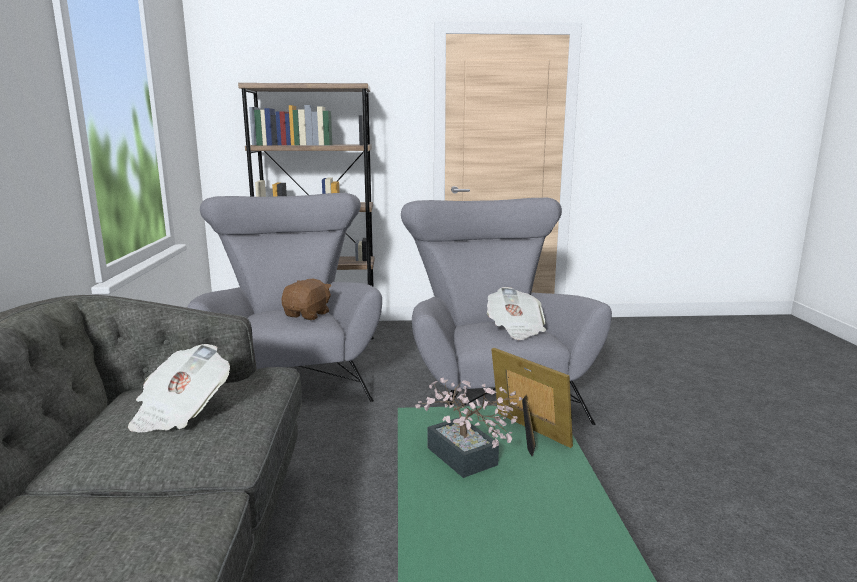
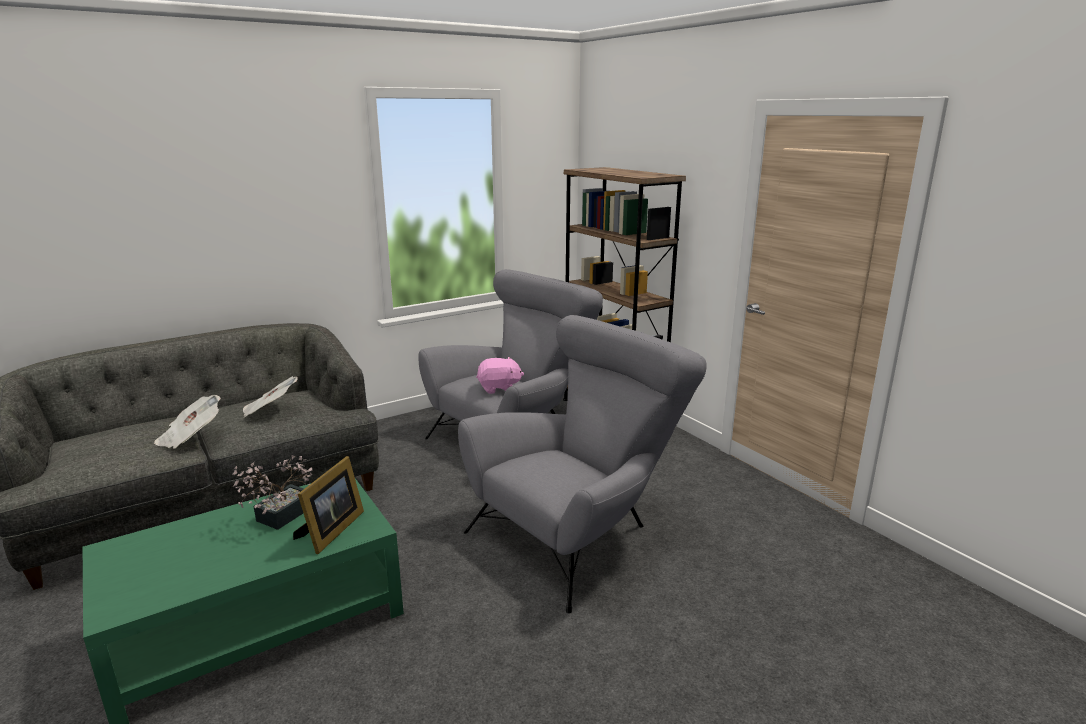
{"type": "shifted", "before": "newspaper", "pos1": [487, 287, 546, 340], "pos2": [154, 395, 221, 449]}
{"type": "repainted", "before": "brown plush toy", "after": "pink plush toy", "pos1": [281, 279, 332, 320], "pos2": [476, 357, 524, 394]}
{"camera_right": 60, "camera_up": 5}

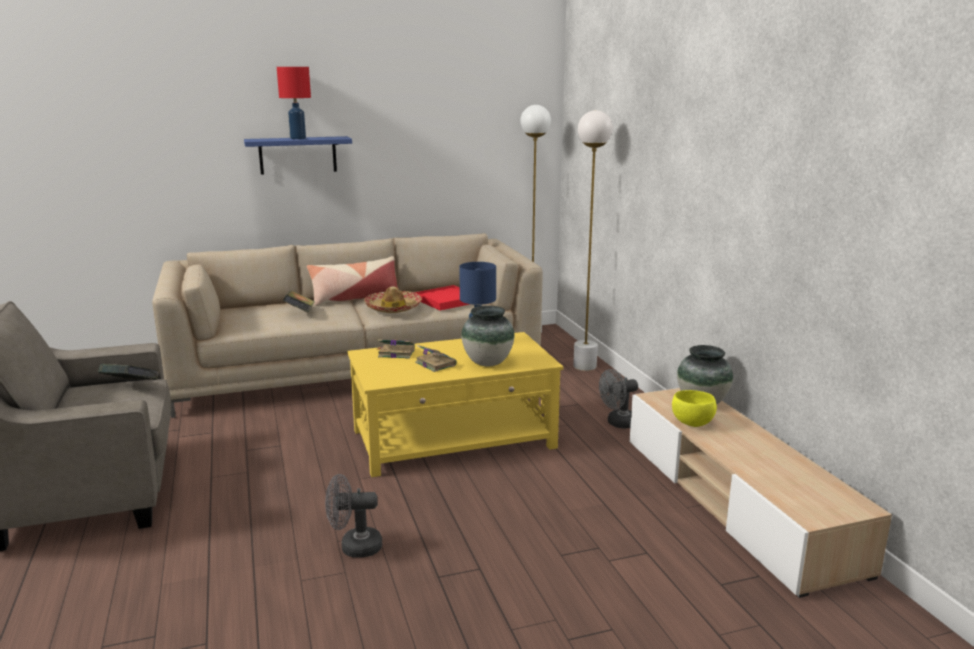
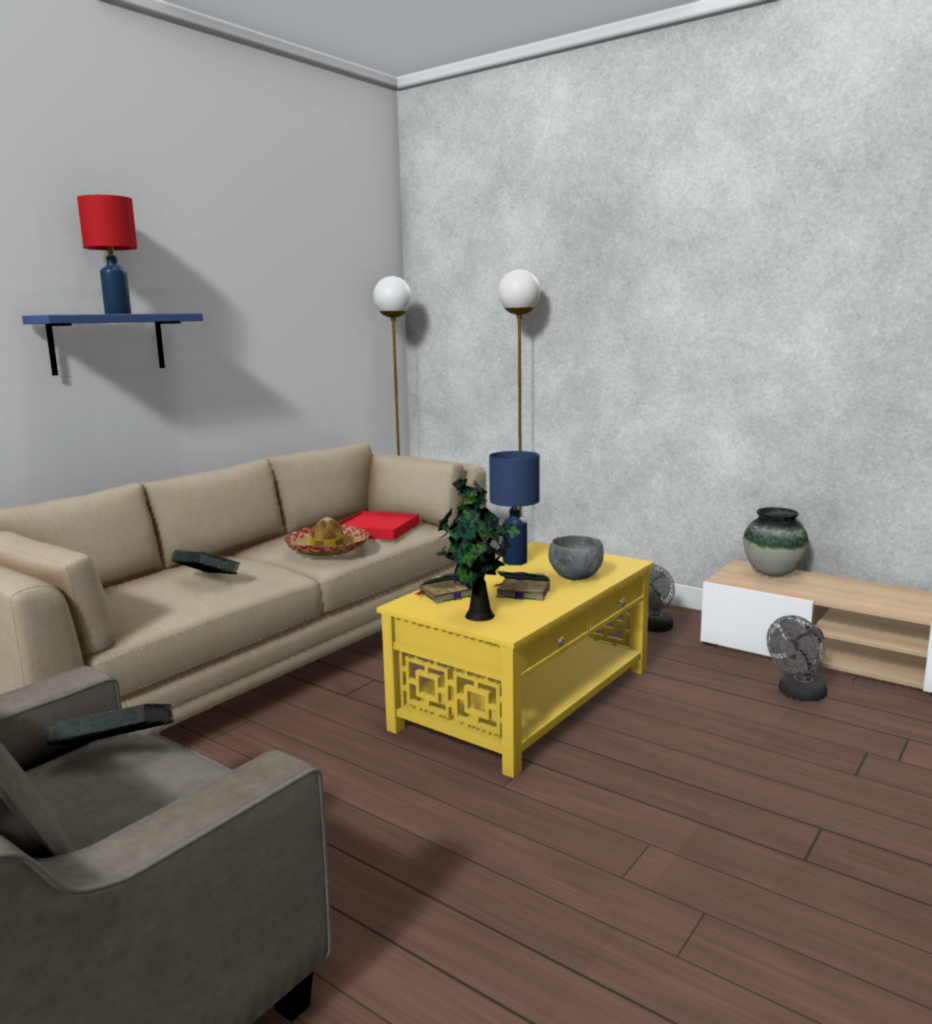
{"type": "gone", "before": "pillow", "pos1": [307, 256, 399, 306]}
{"type": "gone", "before": "yellow bowl", "pos1": [672, 390, 717, 427]}
{"type": "new", "after": "potted plant", "pos2": [436, 477, 521, 621]}
{"type": "shifted", "before": "grey fan", "pos1": [325, 474, 382, 558], "pos2": [767, 615, 827, 701]}
{"type": "swapped", "before": "vase", "after": "grey bowl", "pos1": [461, 305, 515, 366], "pos2": [548, 535, 604, 580]}
{"camera_right": -35, "camera_up": -5}

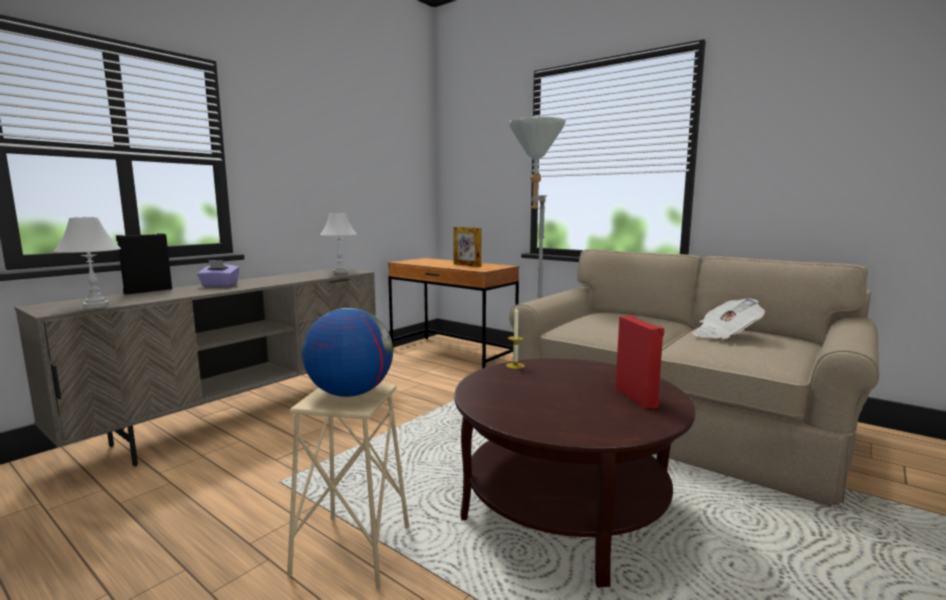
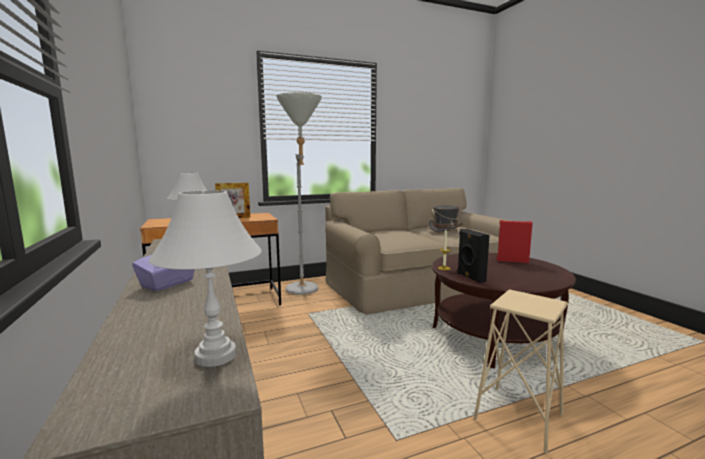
{"type": "gone", "before": "globe", "pos1": [302, 308, 393, 397]}
{"type": "shifted", "before": "black speaker", "pos1": [116, 233, 172, 294], "pos2": [457, 229, 490, 283]}
{"type": "swapped", "before": "newspaper", "after": "grey hat", "pos1": [692, 298, 765, 339], "pos2": [428, 206, 463, 233]}
{"camera_right": -60, "camera_up": 0}

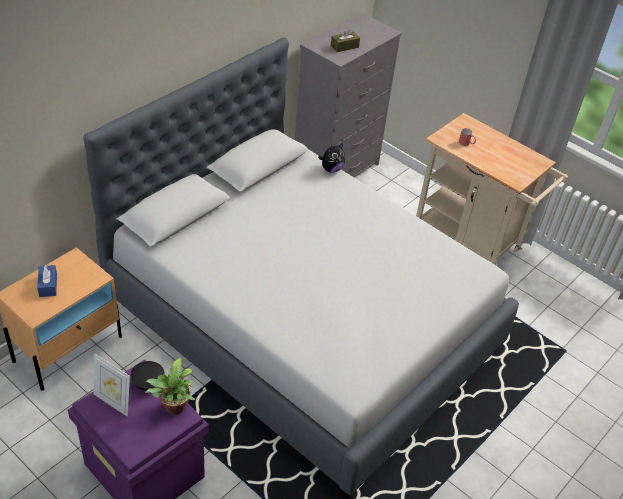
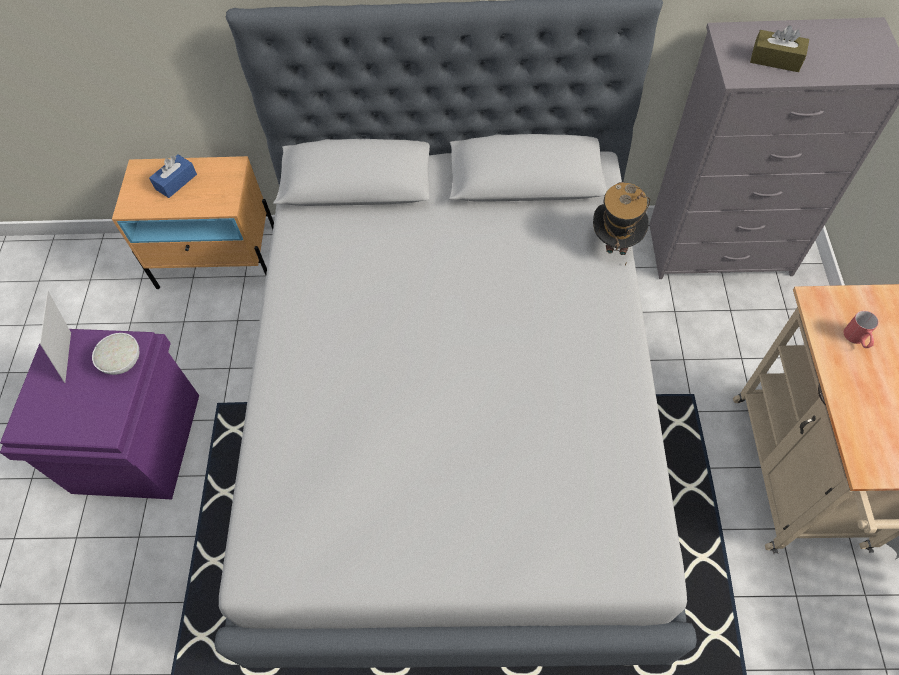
{"type": "gone", "before": "potted plant", "pos1": [145, 358, 195, 415]}
{"type": "swapped", "before": "plush toy", "after": "hat", "pos1": [318, 143, 345, 172], "pos2": [593, 182, 650, 265]}
{"type": "repainted", "before": "black bowl", "after": "white bowl", "pos1": [130, 361, 164, 391], "pos2": [92, 333, 139, 375]}
{"camera_right": 55, "camera_up": 15}

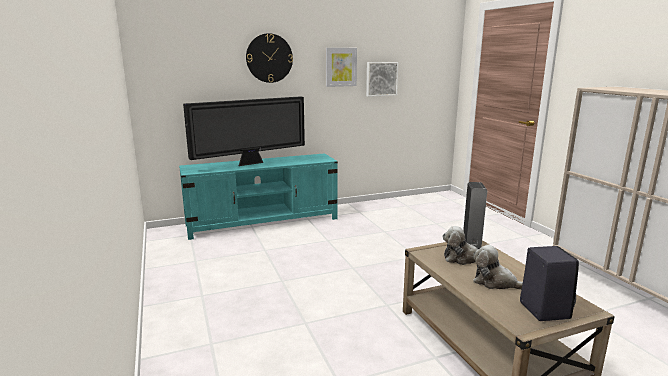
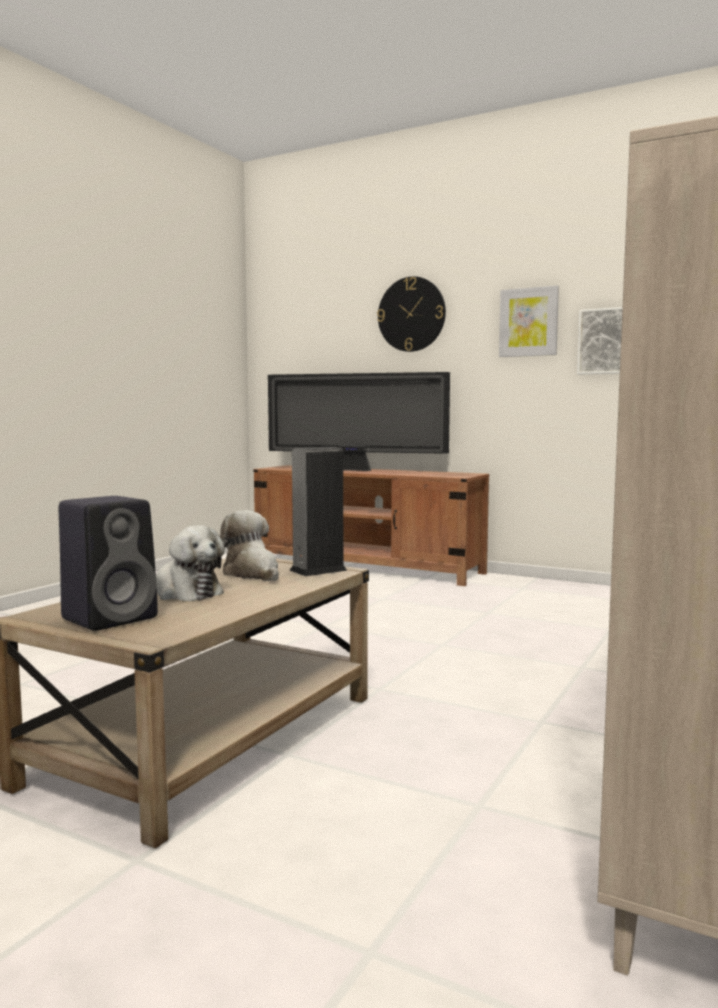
{"type": "repainted", "before": "turquoise tv stand", "after": "brown tv stand", "pos1": [179, 153, 338, 240], "pos2": [254, 465, 489, 586]}
{"type": "rotated", "before": "plush toy", "pos1": [473, 245, 523, 290], "pos2": [156, 525, 225, 601], "turn": 135}
{"camera_right": 50, "camera_up": -10}

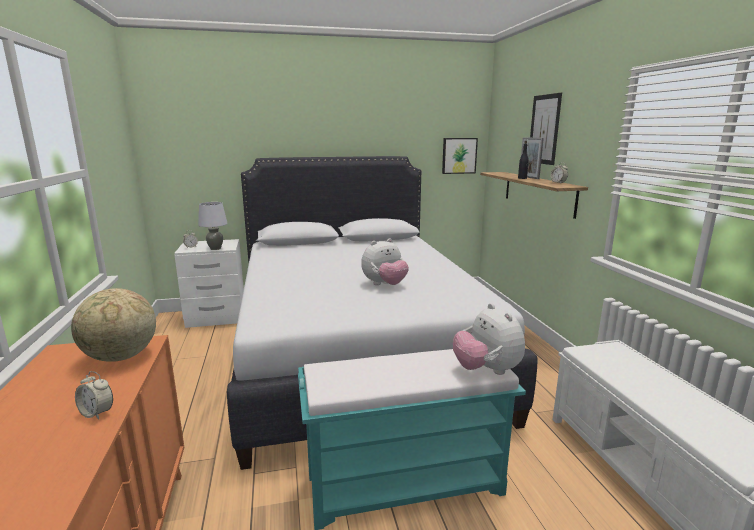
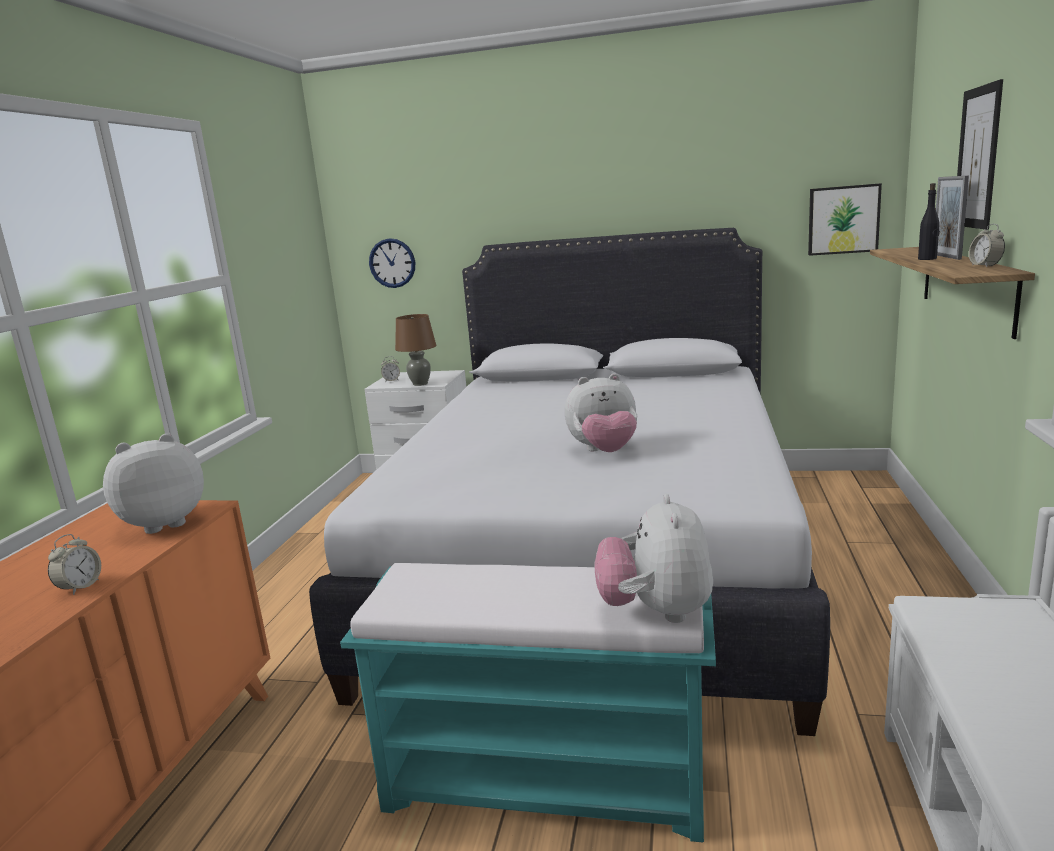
{"type": "new", "after": "wall clock", "pos2": [369, 238, 415, 288]}
{"type": "swapped", "before": "globe", "after": "plush toy", "pos1": [71, 288, 156, 362], "pos2": [103, 434, 204, 534]}
{"type": "repainted", "before": "grey table lamp", "after": "brown table lamp", "pos1": [198, 202, 228, 250], "pos2": [395, 314, 436, 386]}
{"type": "rotated", "before": "alarm clock", "pos1": [75, 371, 113, 420], "pos2": [48, 534, 101, 595], "turn": -120}
{"camera_right": 25, "camera_up": 0}

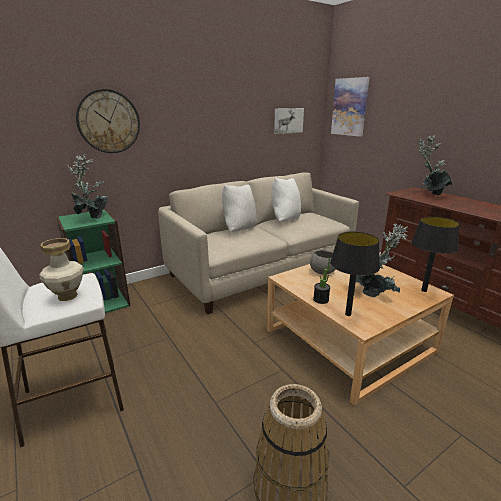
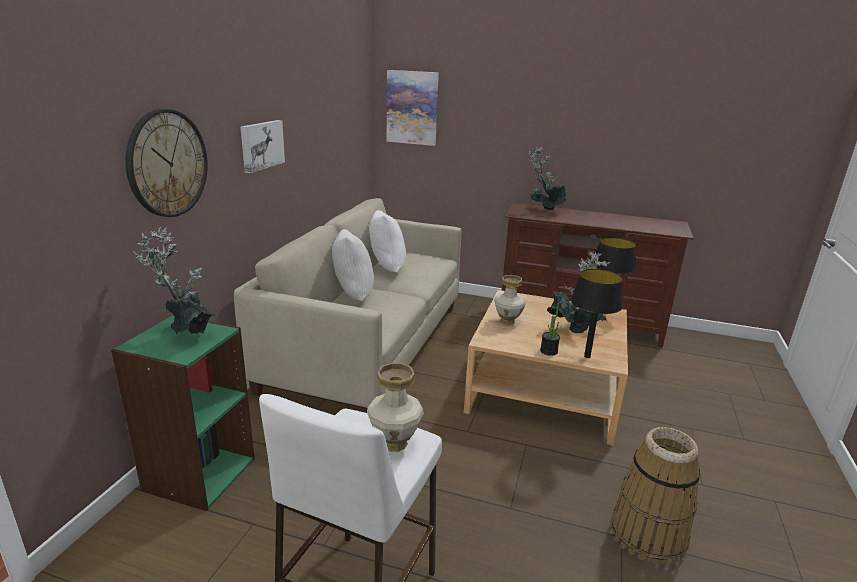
{"type": "shifted", "before": "picture", "pos1": [274, 108, 304, 134], "pos2": [240, 120, 285, 173]}
{"type": "swapped", "before": "grey bowl", "after": "vase", "pos1": [310, 250, 336, 275], "pos2": [494, 275, 525, 325]}
{"camera_right": -40, "camera_up": 0}

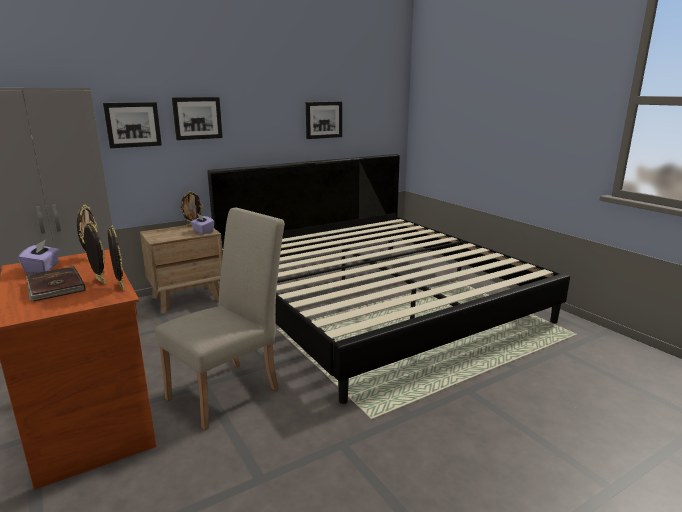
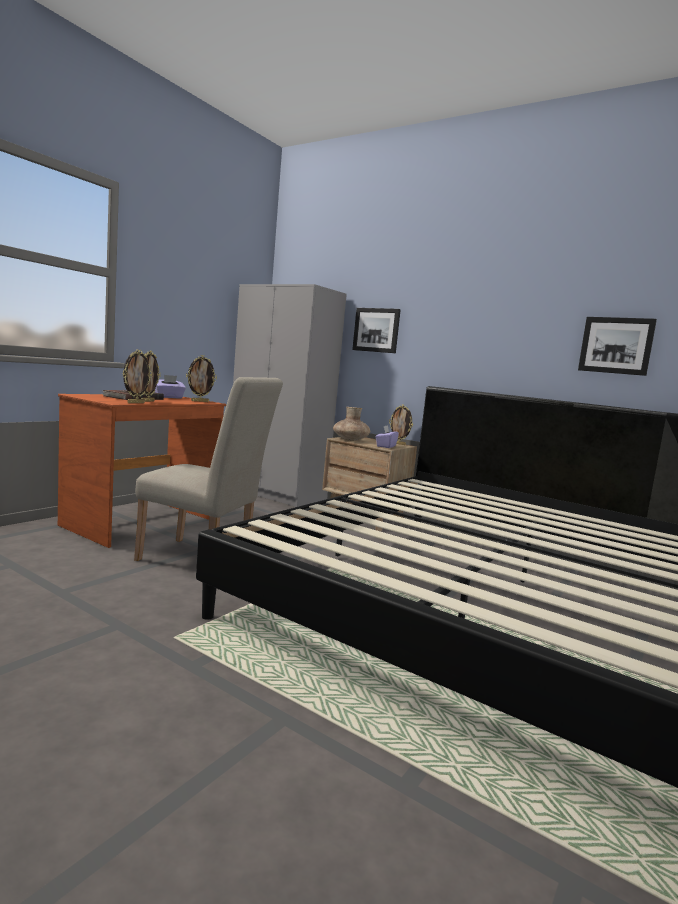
{"type": "gone", "before": "picture", "pos1": [172, 97, 223, 140]}
{"type": "new", "after": "brown vase", "pos2": [333, 407, 370, 441]}
{"camera_right": 65, "camera_up": -10}

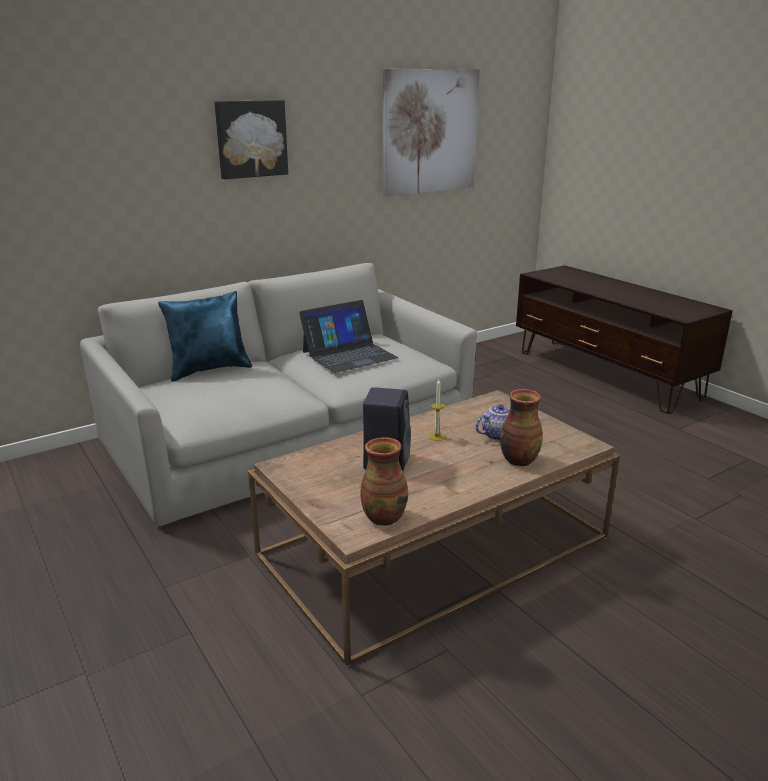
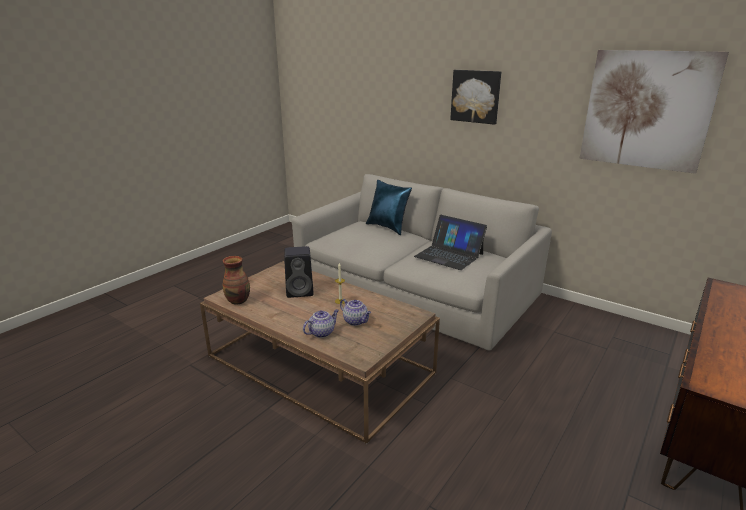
{"type": "swapped", "before": "vase", "after": "teapot", "pos1": [500, 389, 543, 466], "pos2": [303, 309, 339, 338]}
{"camera_right": 70, "camera_up": 0}

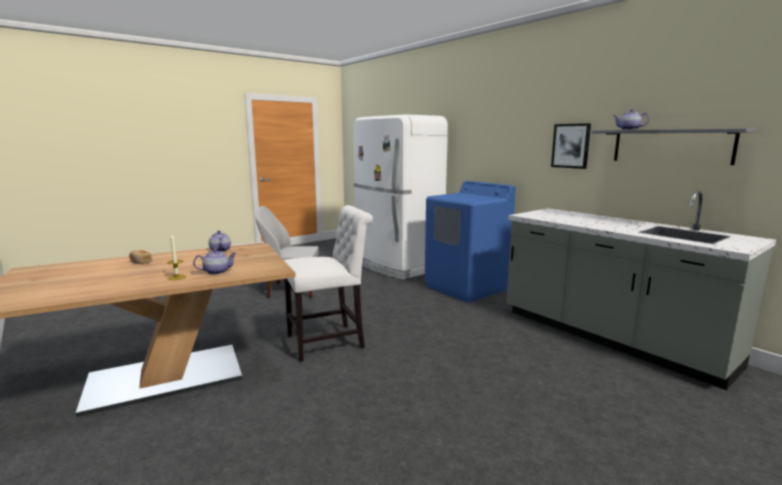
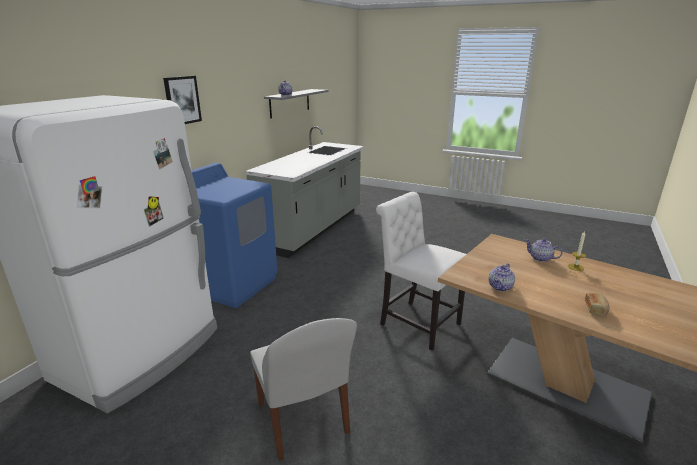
{"type": "shifted", "before": "picture", "pos1": [551, 123, 591, 169], "pos2": [163, 76, 202, 124]}
{"camera_right": -115, "camera_up": 10}

